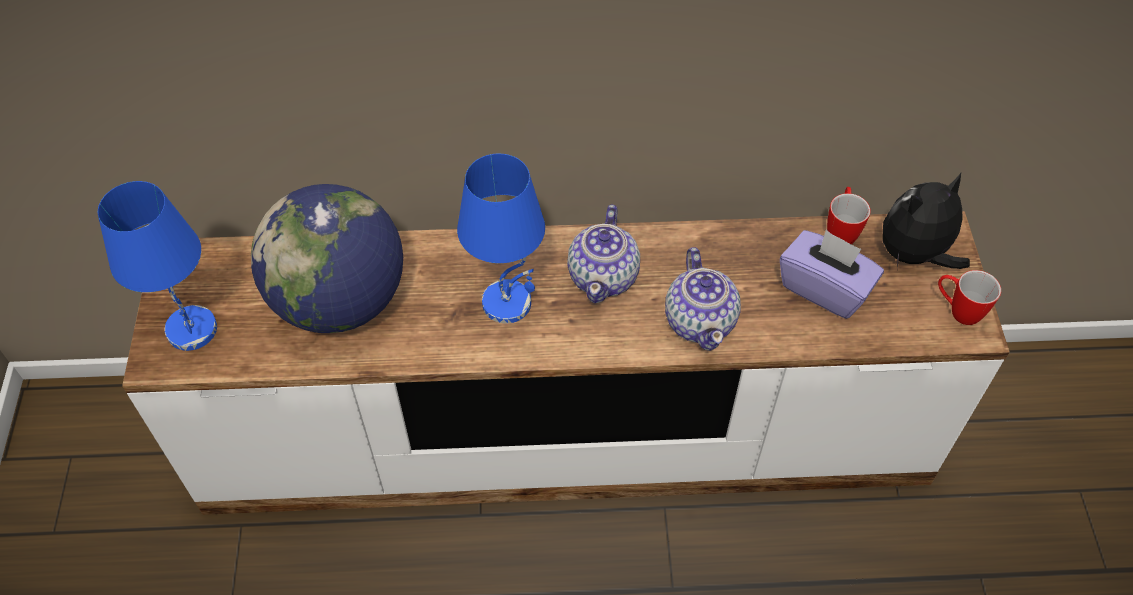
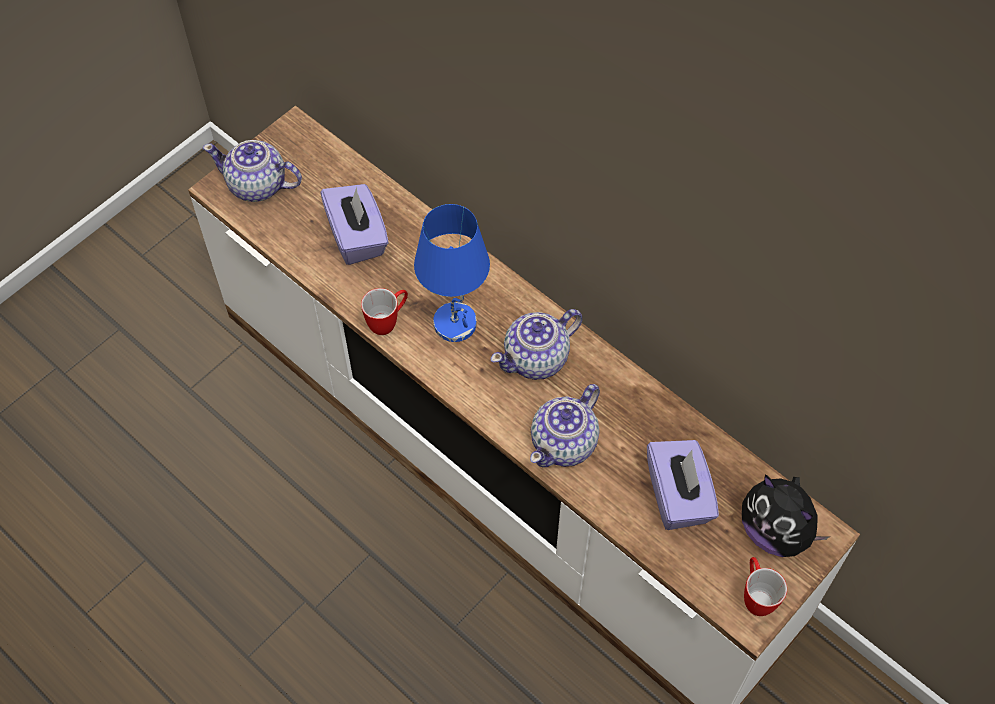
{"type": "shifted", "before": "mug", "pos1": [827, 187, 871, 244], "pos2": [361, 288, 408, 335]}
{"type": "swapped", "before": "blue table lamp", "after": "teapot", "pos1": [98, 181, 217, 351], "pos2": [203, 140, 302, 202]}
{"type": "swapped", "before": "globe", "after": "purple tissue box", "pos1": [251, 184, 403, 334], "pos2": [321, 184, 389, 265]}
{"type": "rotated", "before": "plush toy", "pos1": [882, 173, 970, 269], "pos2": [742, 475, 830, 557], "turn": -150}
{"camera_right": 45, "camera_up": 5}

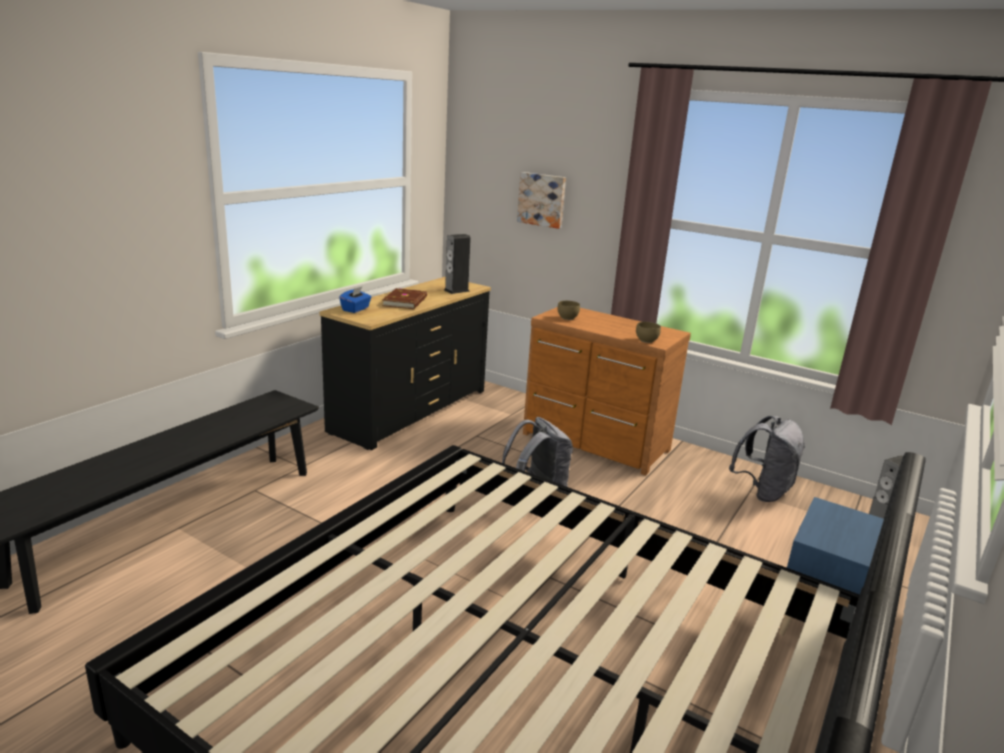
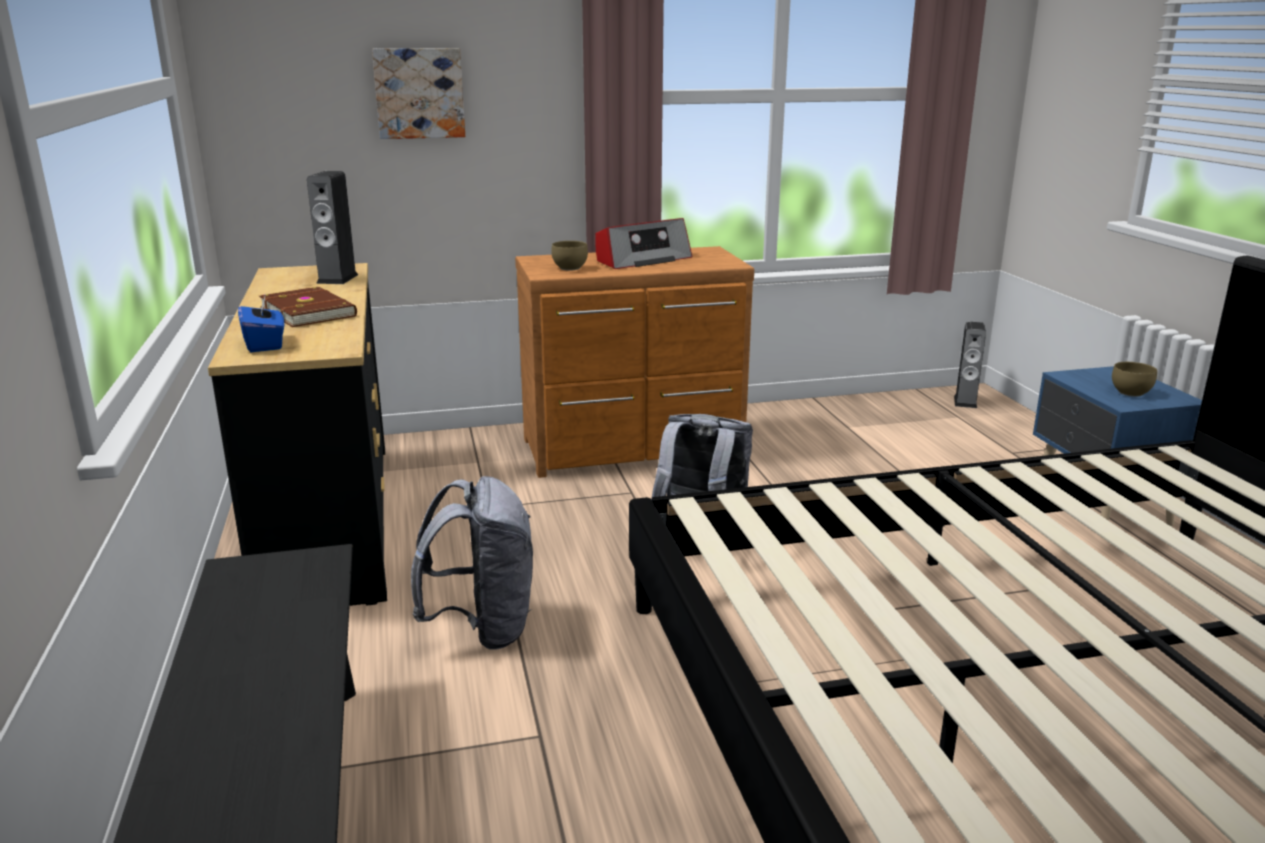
{"type": "new", "after": "radio", "pos2": [595, 218, 692, 269]}
{"type": "shifted", "before": "brown bowl", "pos1": [636, 322, 661, 343], "pos2": [1112, 362, 1157, 397]}
{"type": "shifted", "before": "grey backpack", "pos1": [729, 416, 805, 502], "pos2": [411, 476, 533, 650]}
{"camera_right": -45, "camera_up": 0}

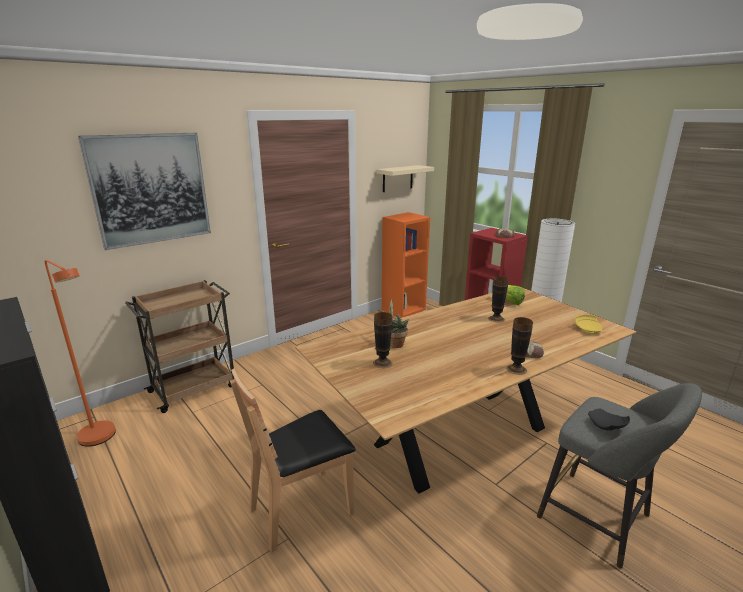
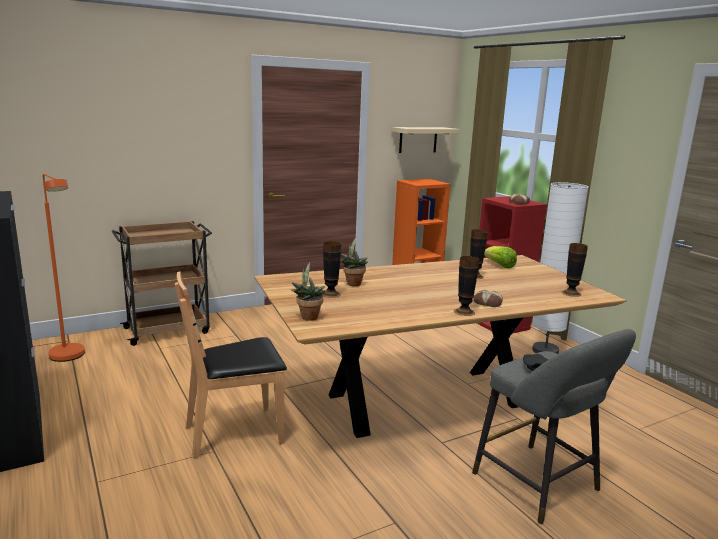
{"type": "gone", "before": "picture", "pos1": [78, 133, 211, 250]}
{"type": "new", "after": "potted plant", "pos2": [290, 262, 325, 320]}
{"type": "swapped", "before": "yellow plate", "after": "vase", "pos1": [575, 315, 602, 334], "pos2": [562, 243, 588, 297]}
{"camera_right": 10, "camera_up": -5}

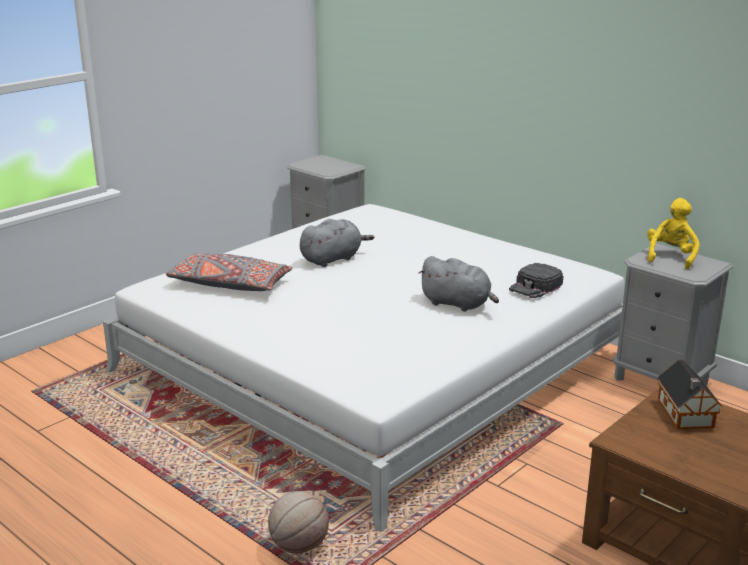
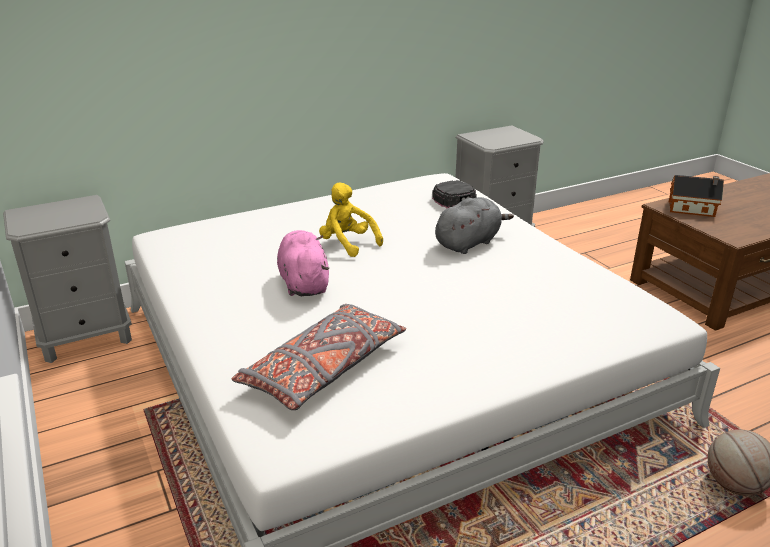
{"type": "shifted", "before": "yellow plush toy", "pos1": [647, 198, 700, 269], "pos2": [319, 182, 383, 257]}
{"type": "repainted", "before": "grey plush toy", "after": "pink plush toy", "pos1": [300, 219, 374, 267], "pos2": [277, 230, 329, 296]}
{"camera_right": -70, "camera_up": 5}

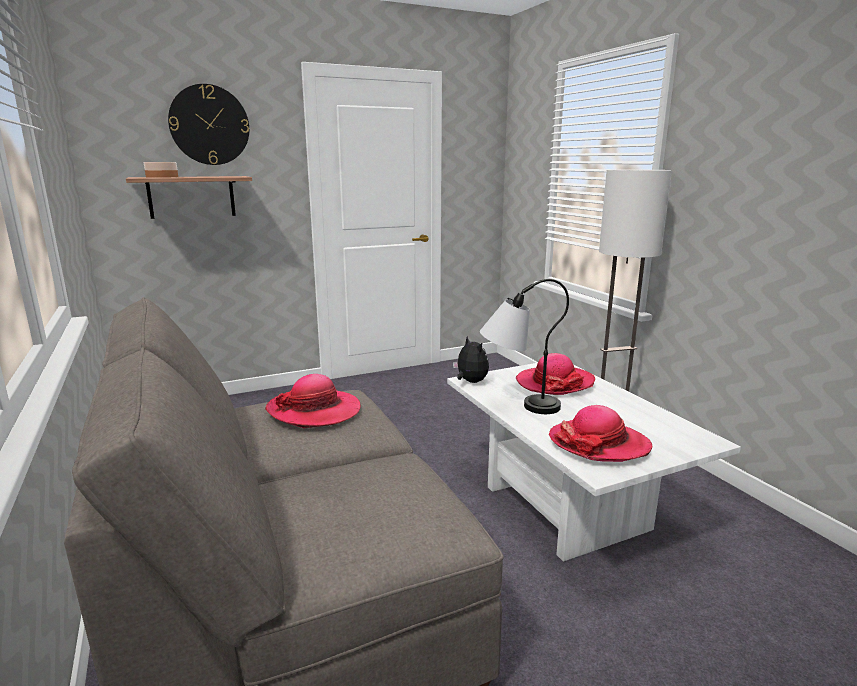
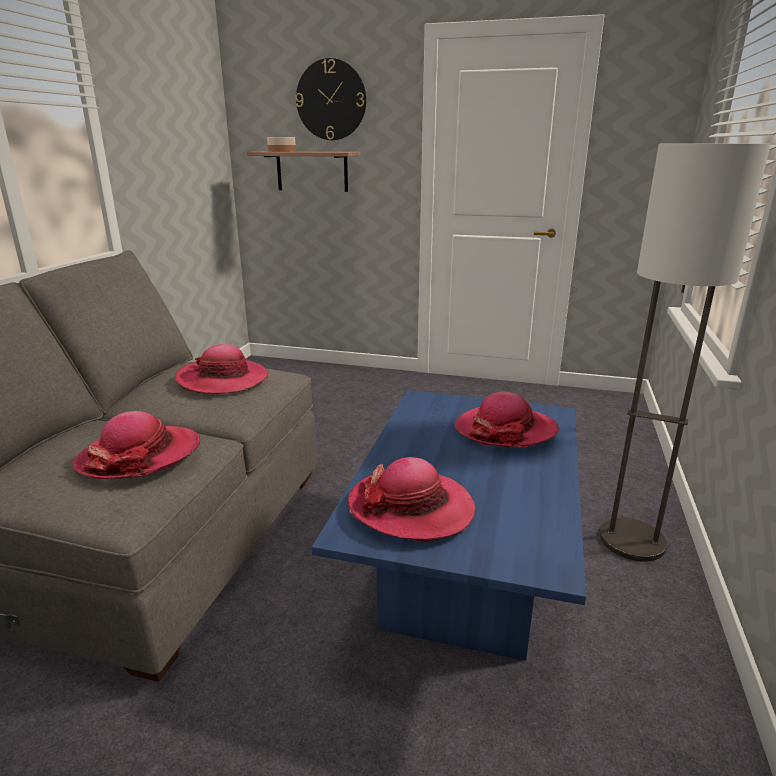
{"type": "gone", "before": "plush toy", "pos1": [453, 336, 489, 383]}
{"type": "gone", "before": "table lamp", "pos1": [480, 279, 569, 414]}
{"type": "new", "after": "hat", "pos2": [72, 411, 200, 479]}
{"type": "repainted", "before": "white coffee table", "after": "blue coffee table", "pos1": [447, 363, 741, 562], "pos2": [312, 390, 586, 661]}
{"camera_right": 40, "camera_up": 5}

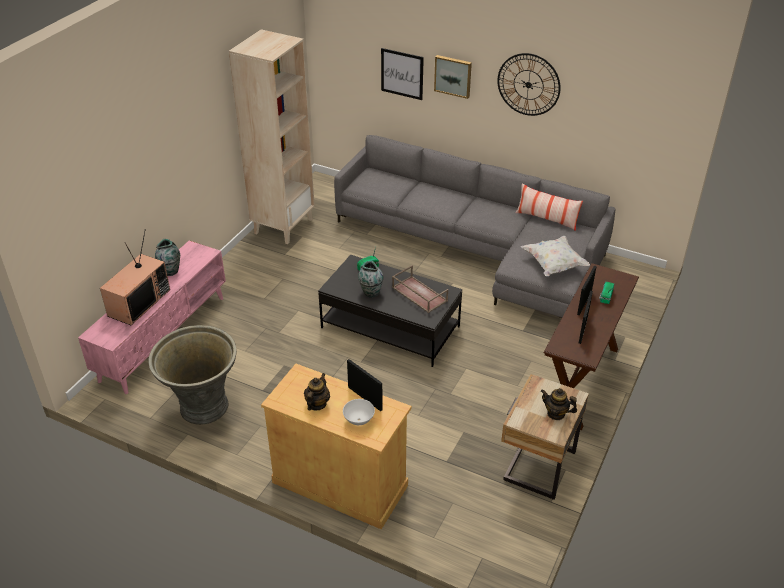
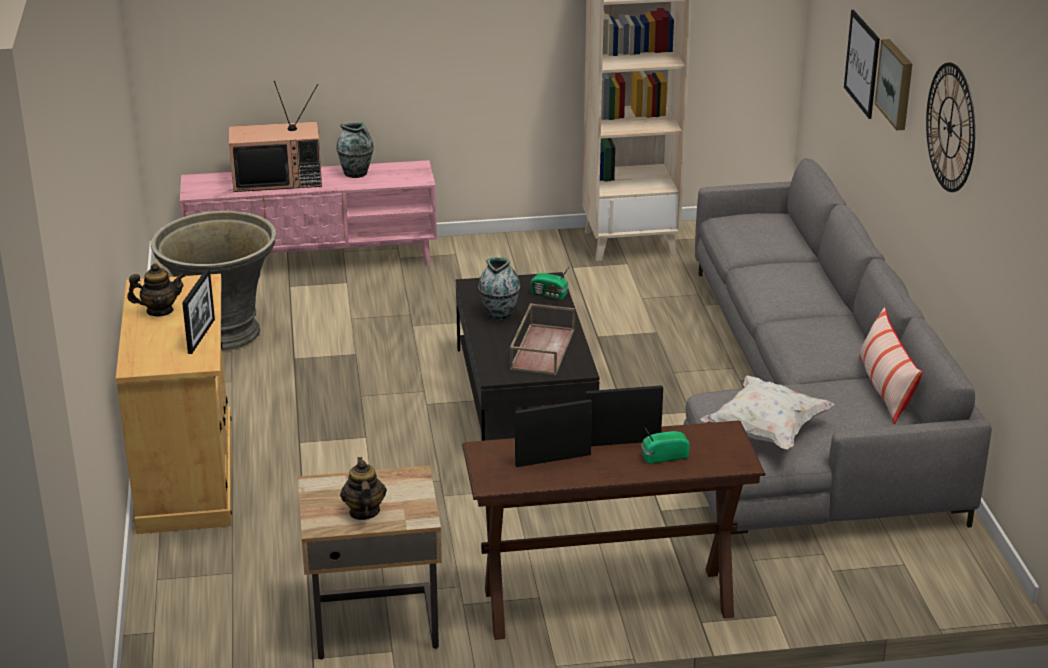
{"type": "gone", "before": "white bowl", "pos1": [343, 399, 375, 425]}
{"camera_right": 55, "camera_up": -10}

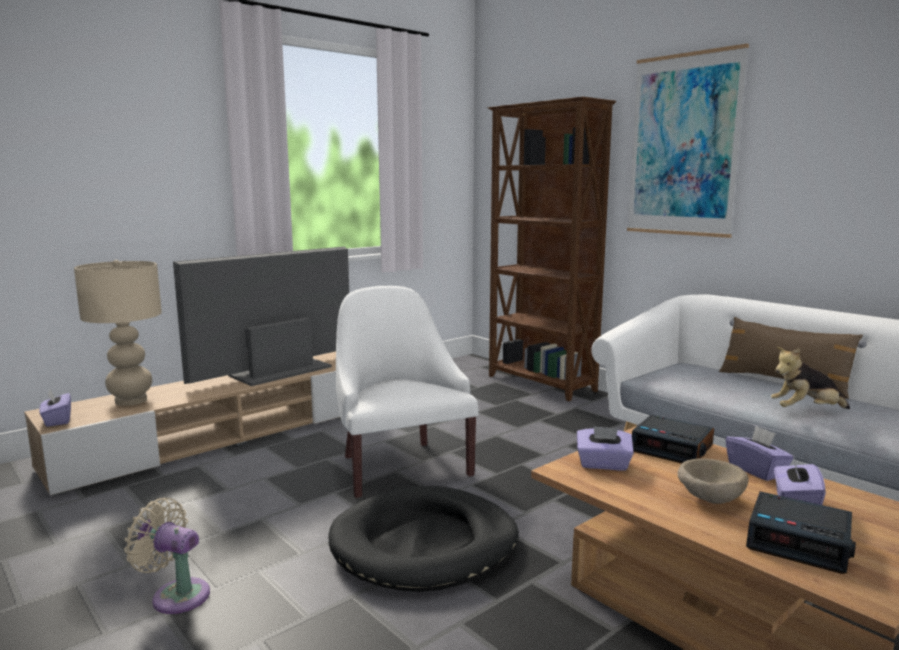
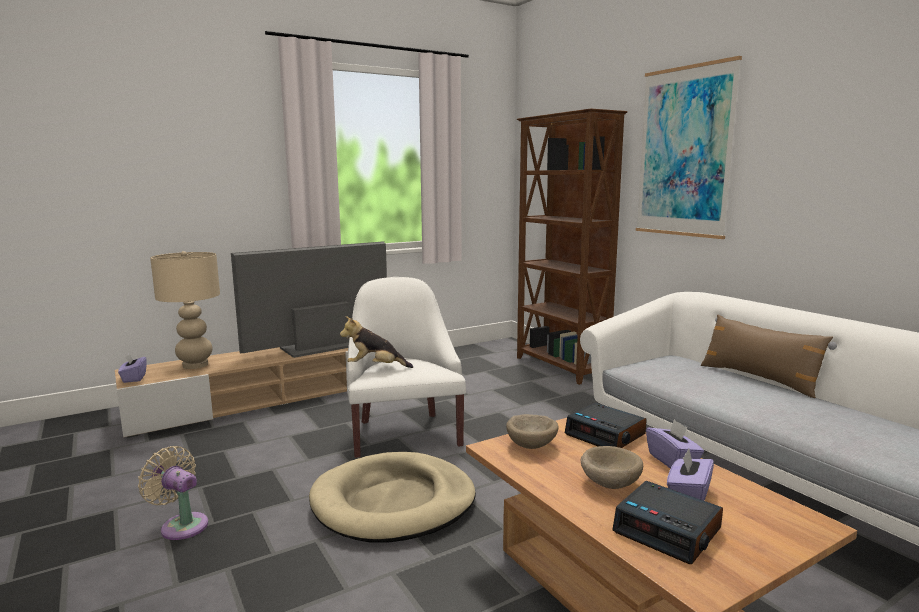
{"type": "shifted", "before": "plush toy", "pos1": [771, 347, 850, 409], "pos2": [340, 316, 413, 368]}
{"type": "swapped", "before": "purple tissue box", "after": "beige bowl", "pos1": [577, 426, 634, 471], "pos2": [506, 414, 558, 449]}
{"type": "repainted", "before": "black dog bed", "after": "beige dog bed", "pos1": [328, 486, 519, 592], "pos2": [309, 452, 476, 543]}
{"camera_right": 10, "camera_up": 0}

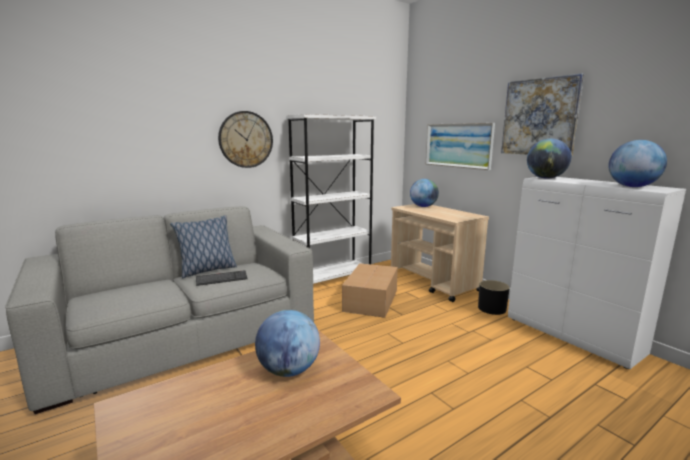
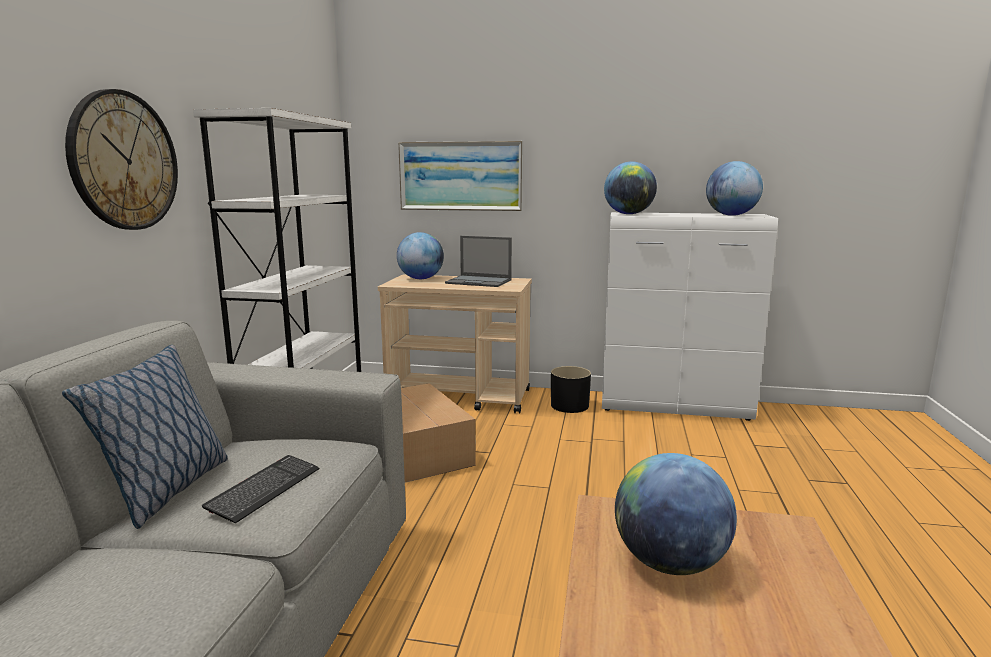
{"type": "gone", "before": "picture", "pos1": [501, 74, 584, 157]}
{"type": "new", "after": "laptop", "pos2": [445, 236, 512, 287]}
{"camera_right": -45, "camera_up": 0}

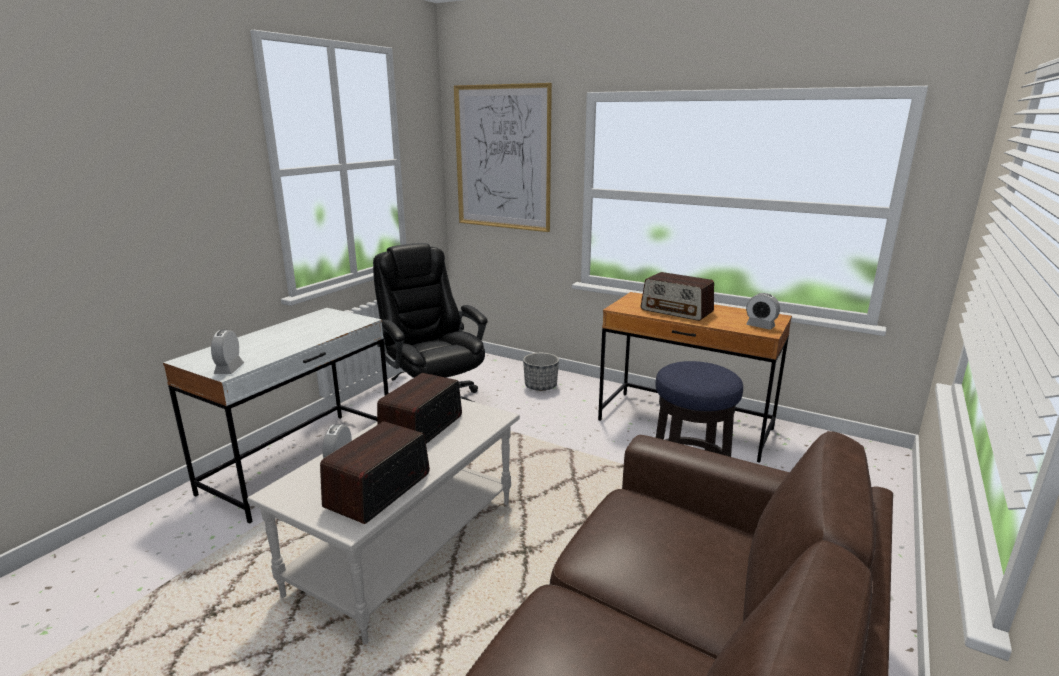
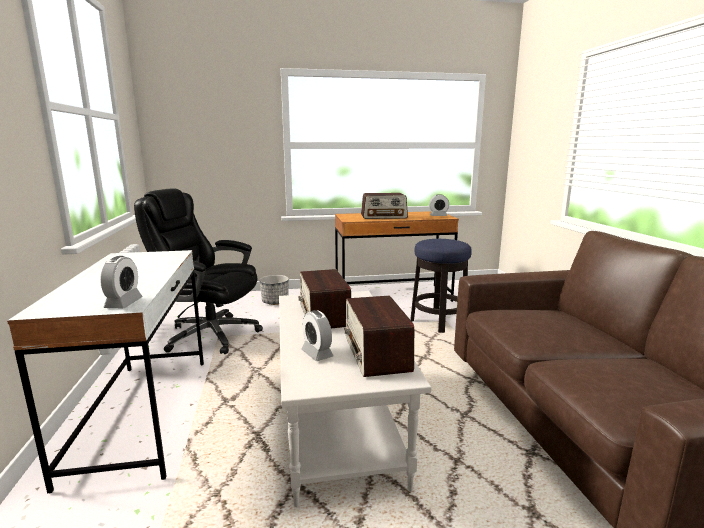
{"type": "gone", "before": "picture", "pos1": [454, 83, 552, 232]}
{"type": "rotated", "before": "alarm clock", "pos1": [211, 329, 244, 374], "pos2": [100, 256, 143, 308], "turn": -135}
{"camera_right": -40, "camera_up": -5}

